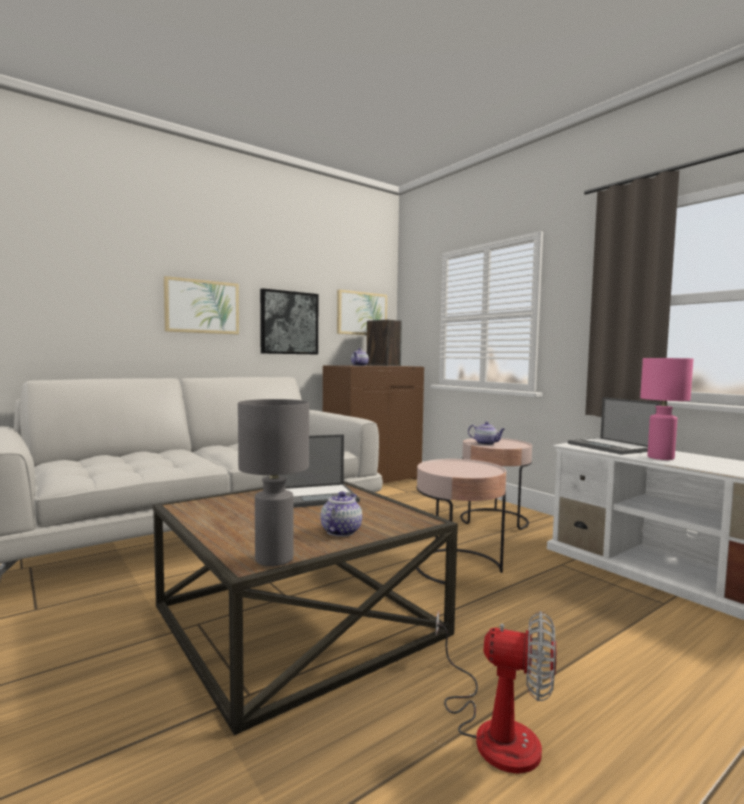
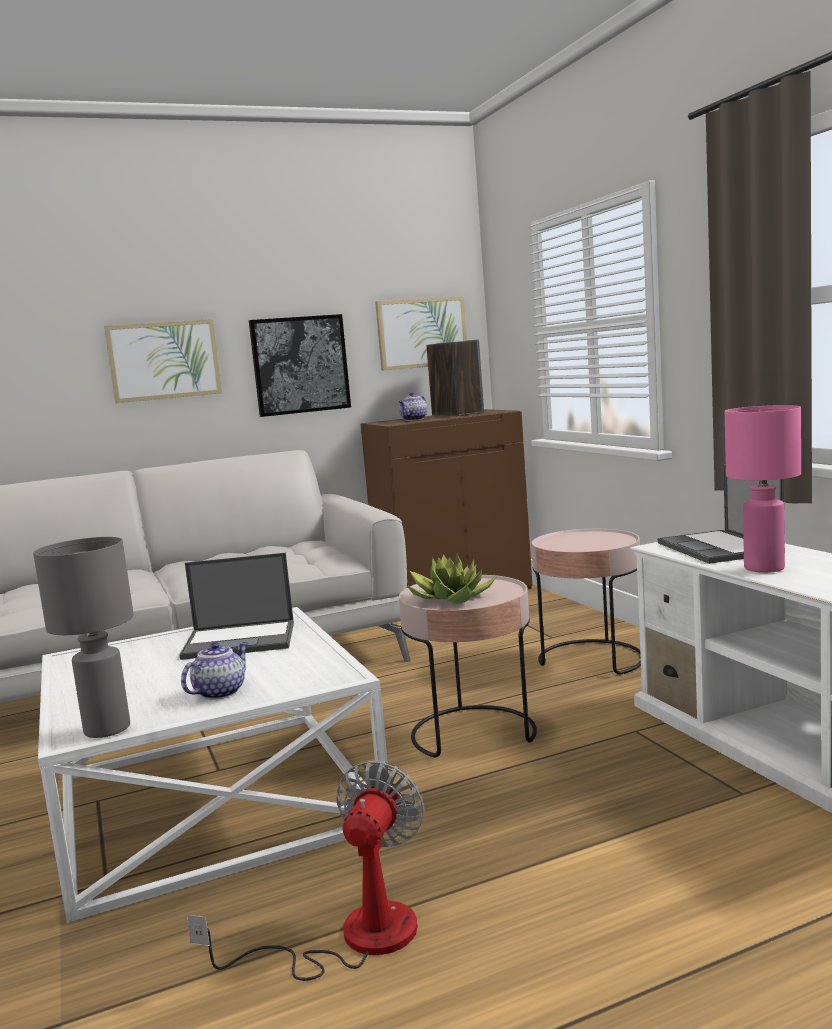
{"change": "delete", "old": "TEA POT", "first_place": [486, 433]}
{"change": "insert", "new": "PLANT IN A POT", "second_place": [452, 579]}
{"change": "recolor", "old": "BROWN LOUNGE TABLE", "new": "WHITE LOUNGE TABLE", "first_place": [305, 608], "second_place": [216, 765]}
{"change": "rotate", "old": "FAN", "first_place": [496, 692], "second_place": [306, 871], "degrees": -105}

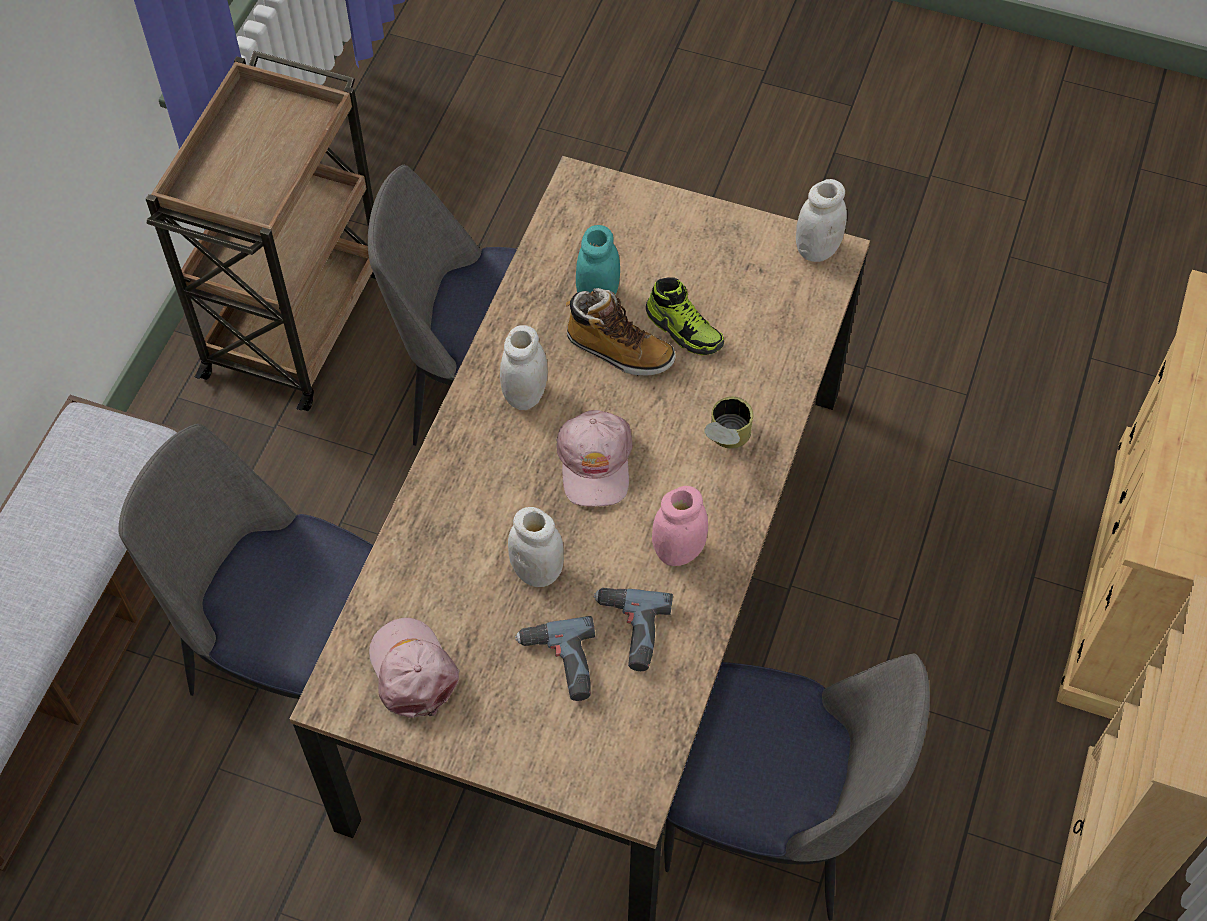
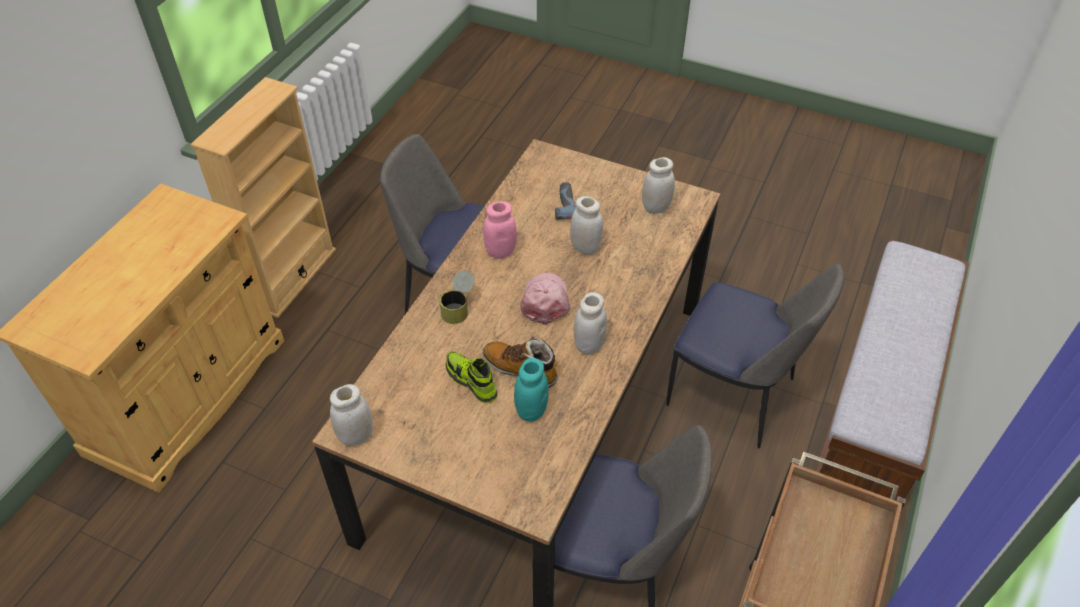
{"change": "delete", "old": "DRILL", "first_place": [633, 629]}
{"change": "replace", "old": "PINK-COLOURED PEAKED CAP", "new": "WHITE JAR", "first_place": [414, 668], "second_place": [658, 185]}

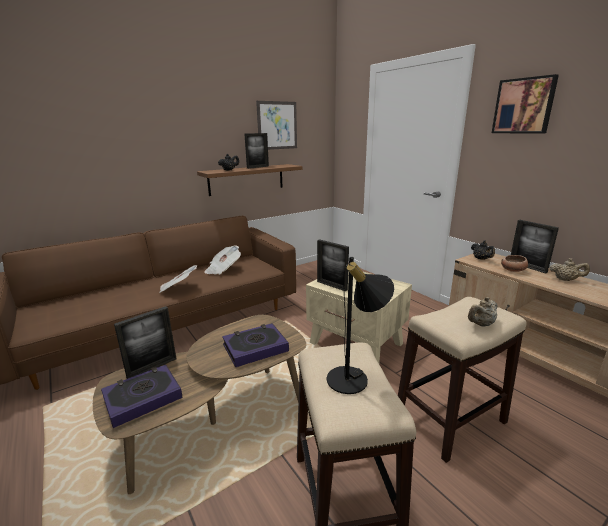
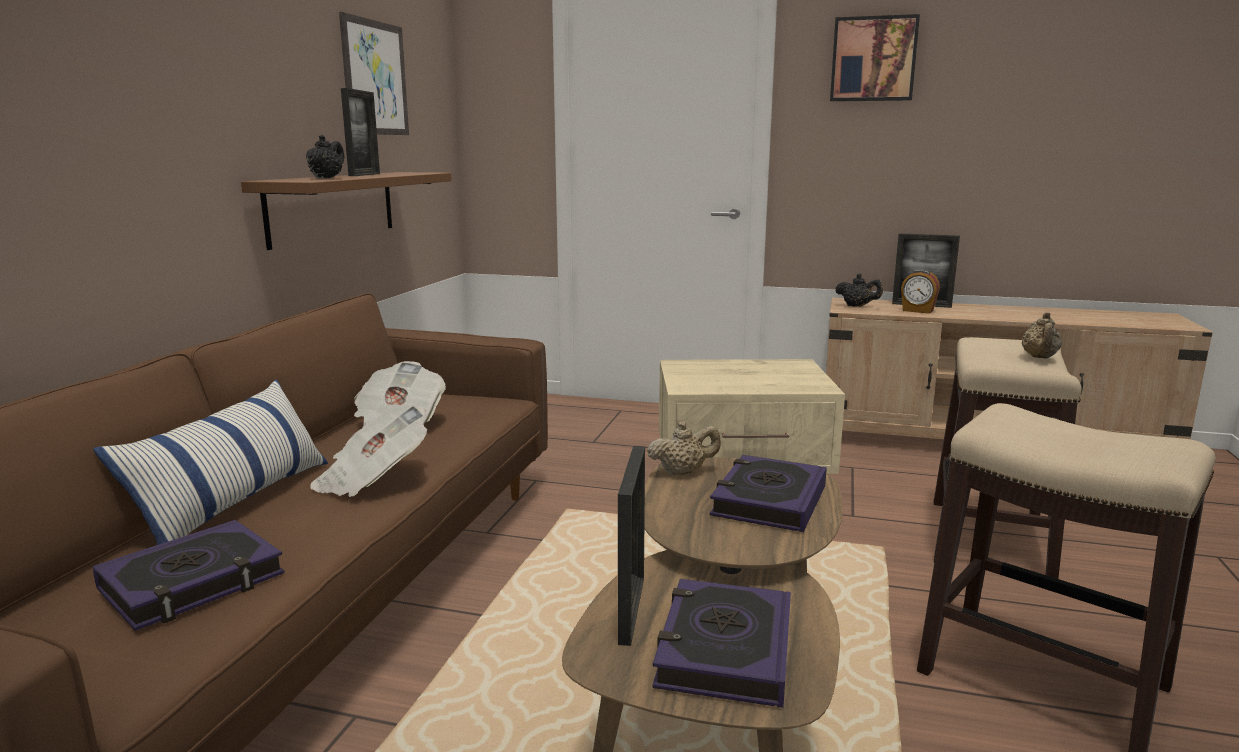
{"change": "delete", "old": "PICTURE FRAME", "first_place": [333, 265]}
{"change": "delete", "old": "BLACK LAMP FOR A TABLE", "first_place": [360, 325]}
{"change": "insert", "new": "THROW PILLOW", "second_place": [210, 462]}
{"change": "insert", "new": "BOUND BOOK", "second_place": [189, 575]}
{"change": "move", "old": "BEIGE TEA POT", "first_place": [569, 269], "second_place": [684, 448]}
{"change": "replace", "old": "BOWL", "new": "BEDSIDE CLOCK", "first_place": [514, 263], "second_place": [920, 291]}

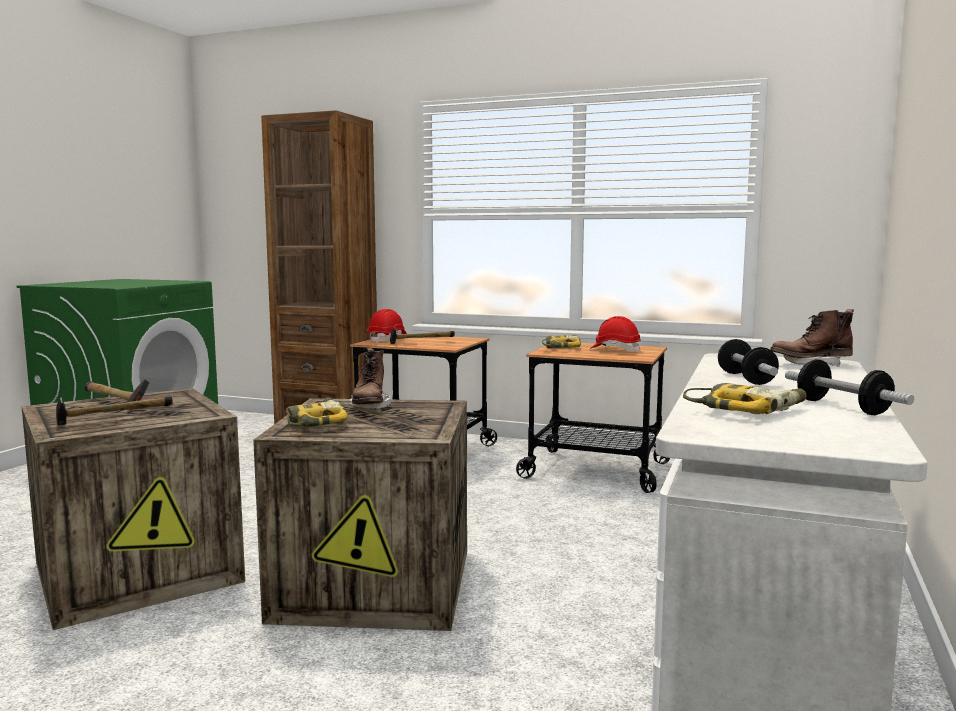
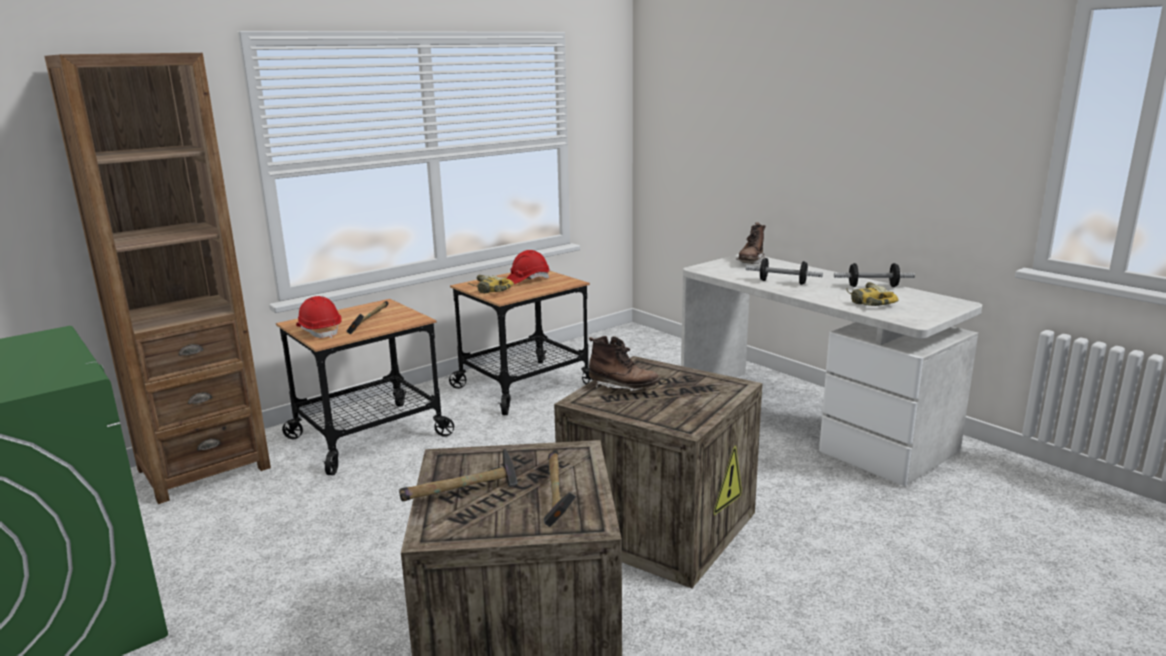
{"change": "delete", "old": "DRILL", "first_place": [317, 412]}

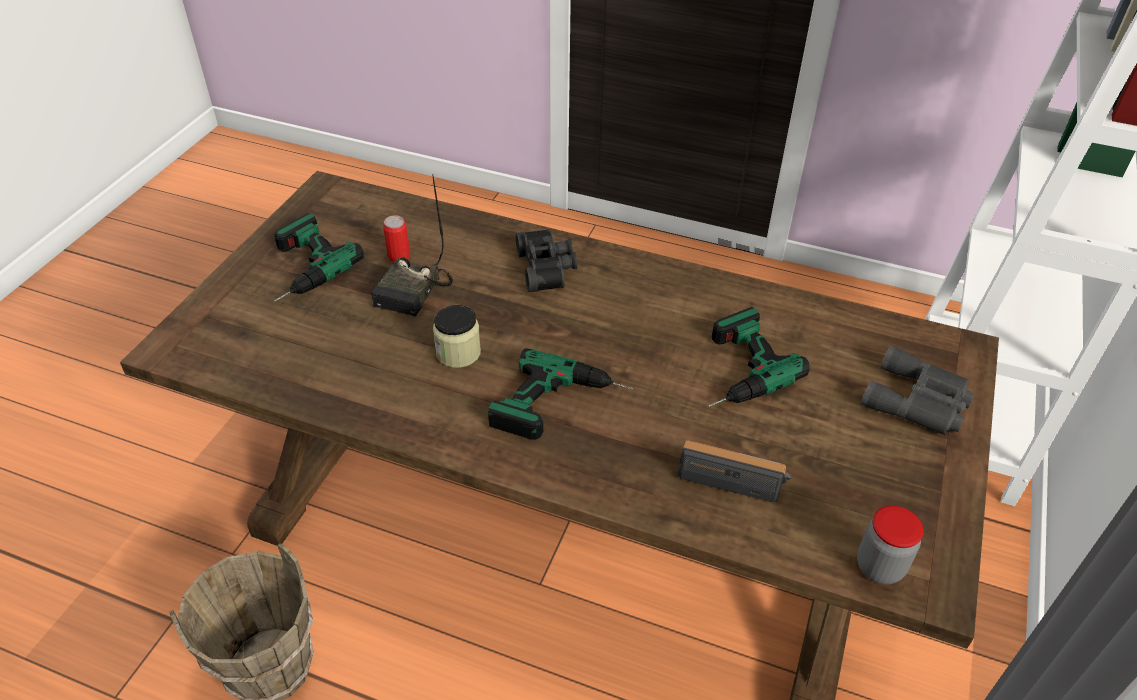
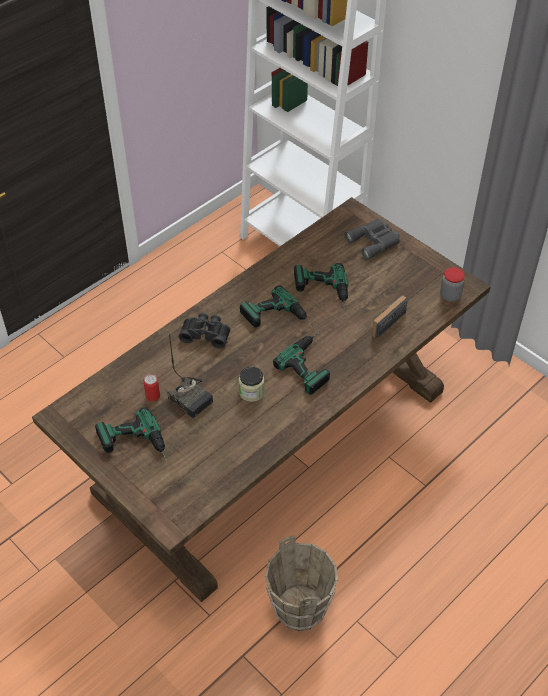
{"change": "insert", "new": "DRILL", "second_place": [276, 306]}

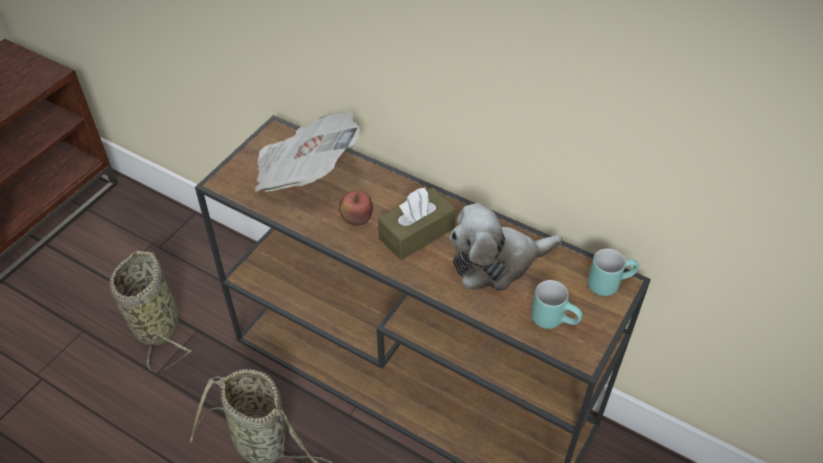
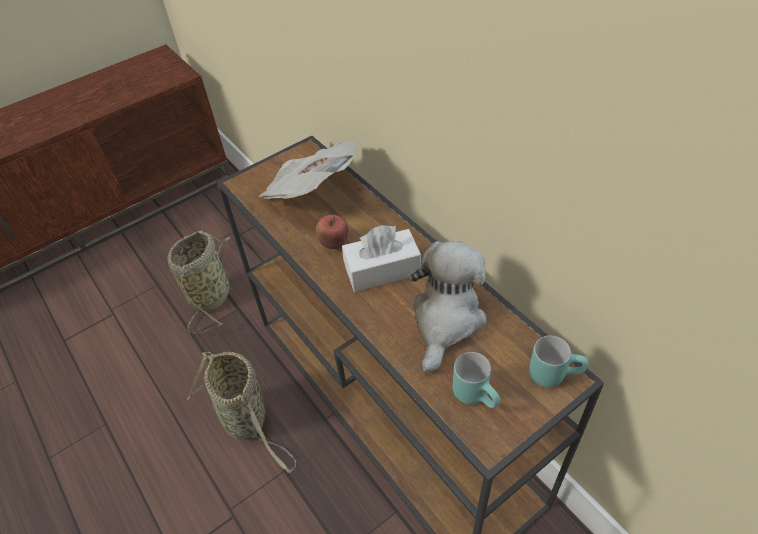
{"change": "recolor", "old": "BROWN BOX OF TISSUES", "new": "WHITE BOX OF TISSUES", "first_place": [417, 223], "second_place": [381, 258]}
{"change": "rotate", "old": "SOFT TOY", "first_place": [505, 247], "second_place": [447, 307], "degrees": 105}

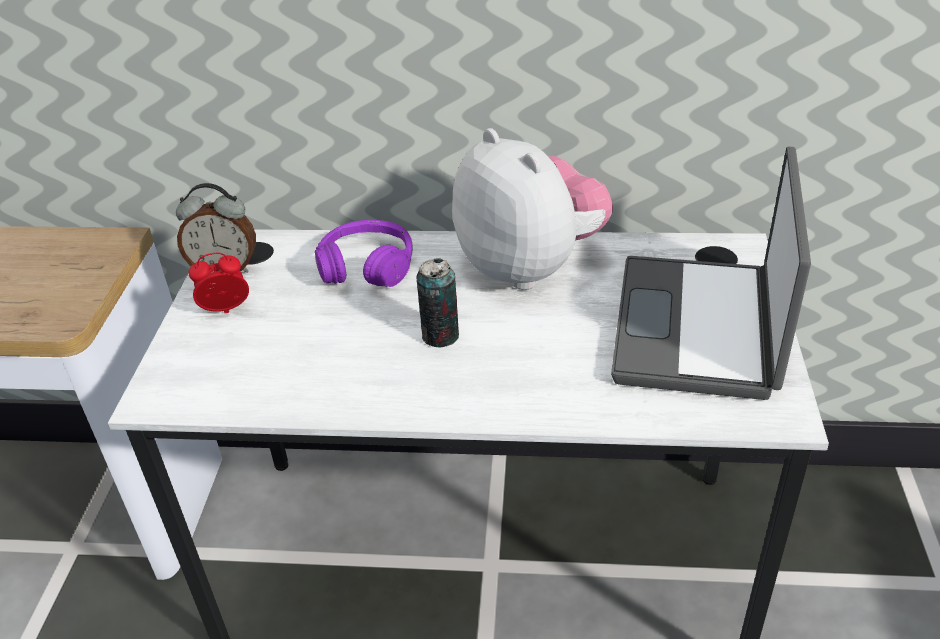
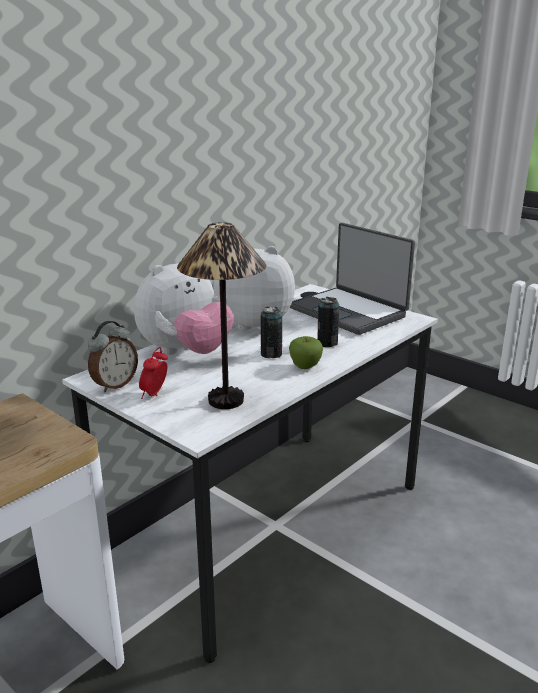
{"change": "insert", "new": "LAMP FOR A TABLE", "second_place": [221, 315]}
{"change": "insert", "new": "APPLE FRUIT", "second_place": [306, 352]}
{"change": "insert", "new": "SEALED CAN", "second_place": [328, 322]}
{"change": "replace", "old": "PURPLISH HEADSET", "new": "SOFT TOY", "first_place": [364, 253], "second_place": [184, 309]}

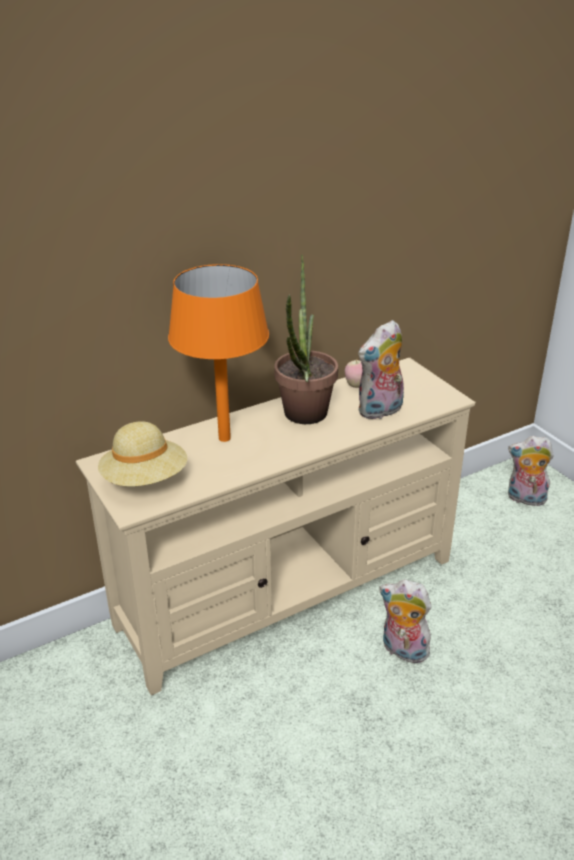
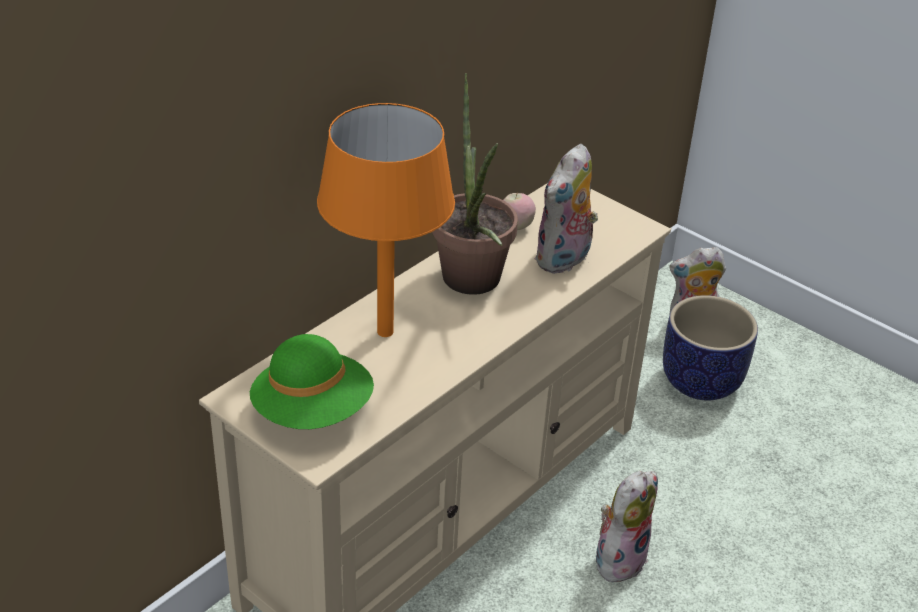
{"change": "insert", "new": "FLOWER POT", "second_place": [710, 347]}
{"change": "recolor", "old": "BEIGE CLOTHING HAT", "new": "GREEN-COLOURED CLOTHING HAT", "first_place": [142, 454], "second_place": [312, 381]}
{"change": "rotate", "old": "SOFT TOY", "first_place": [405, 621], "second_place": [627, 529], "degrees": 120}

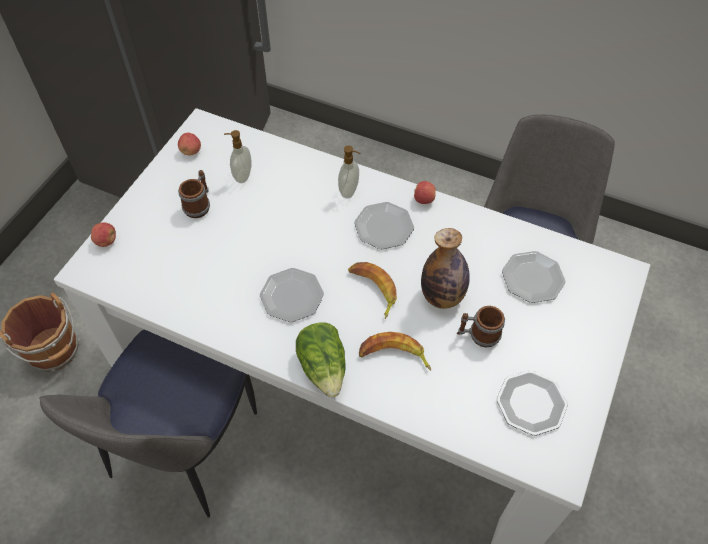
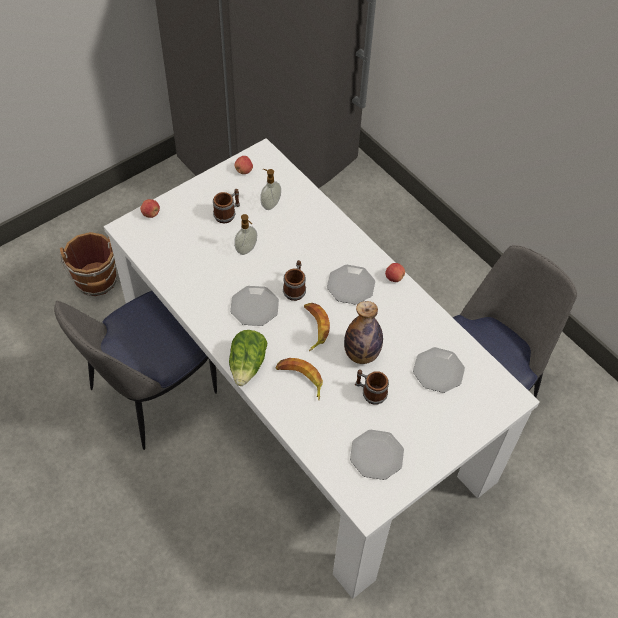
{"change": "insert", "new": "COFFEE MUG", "second_place": [294, 280]}
{"change": "move", "old": "SOAP BOTTLE", "first_place": [349, 171], "second_place": [245, 234]}

